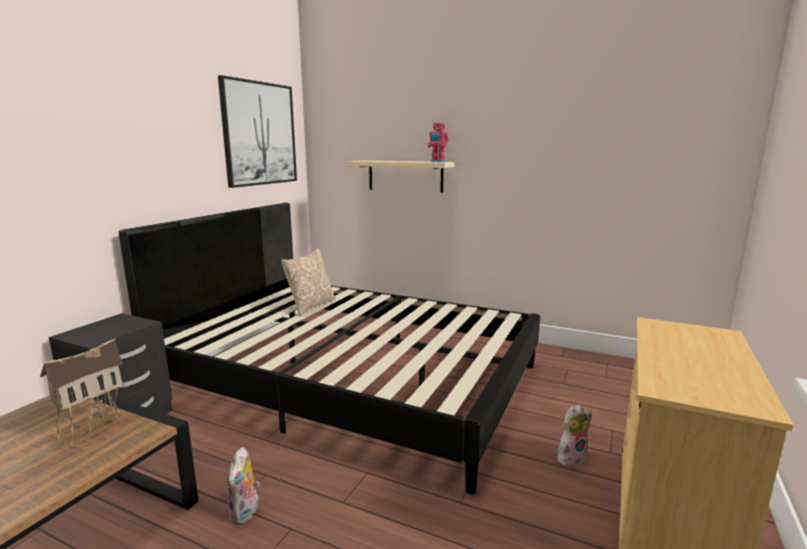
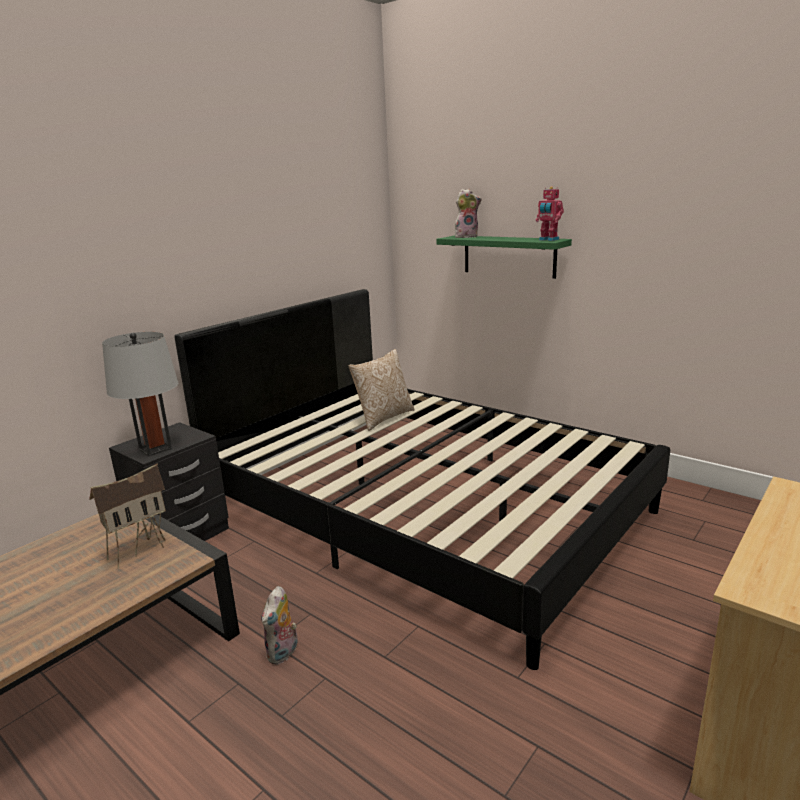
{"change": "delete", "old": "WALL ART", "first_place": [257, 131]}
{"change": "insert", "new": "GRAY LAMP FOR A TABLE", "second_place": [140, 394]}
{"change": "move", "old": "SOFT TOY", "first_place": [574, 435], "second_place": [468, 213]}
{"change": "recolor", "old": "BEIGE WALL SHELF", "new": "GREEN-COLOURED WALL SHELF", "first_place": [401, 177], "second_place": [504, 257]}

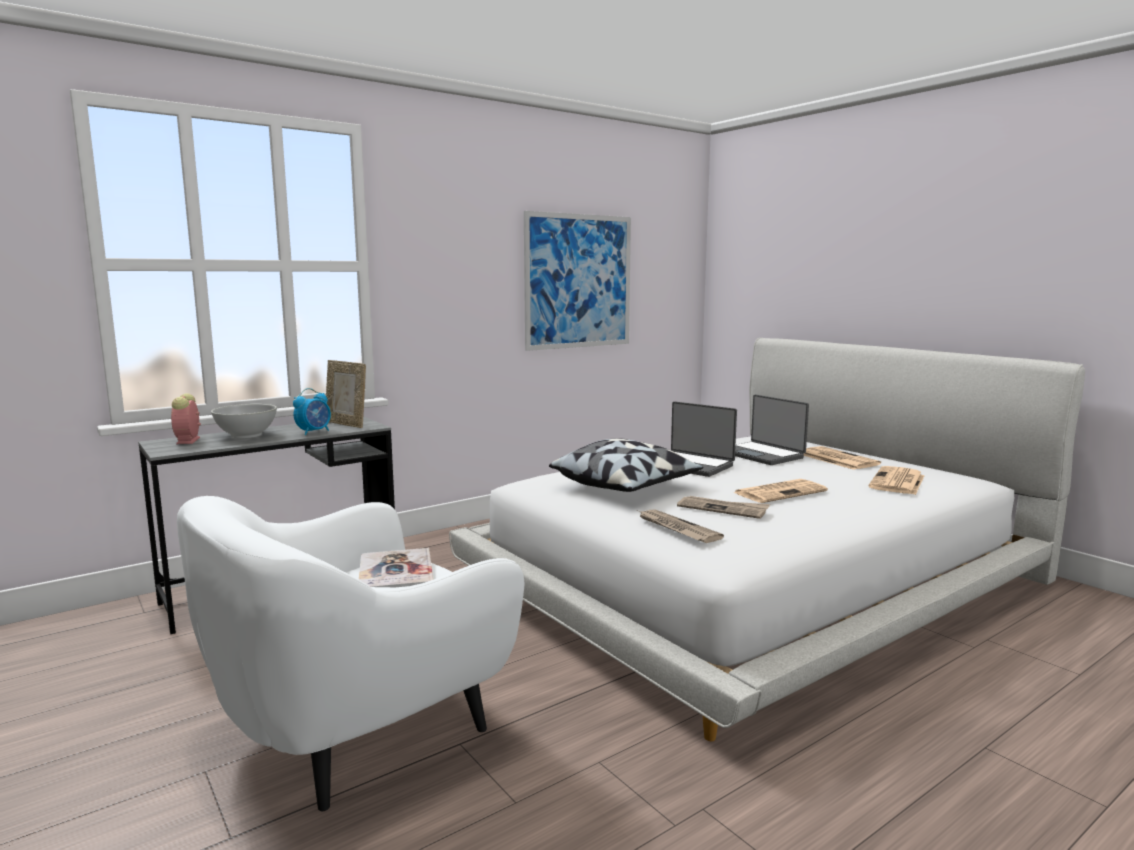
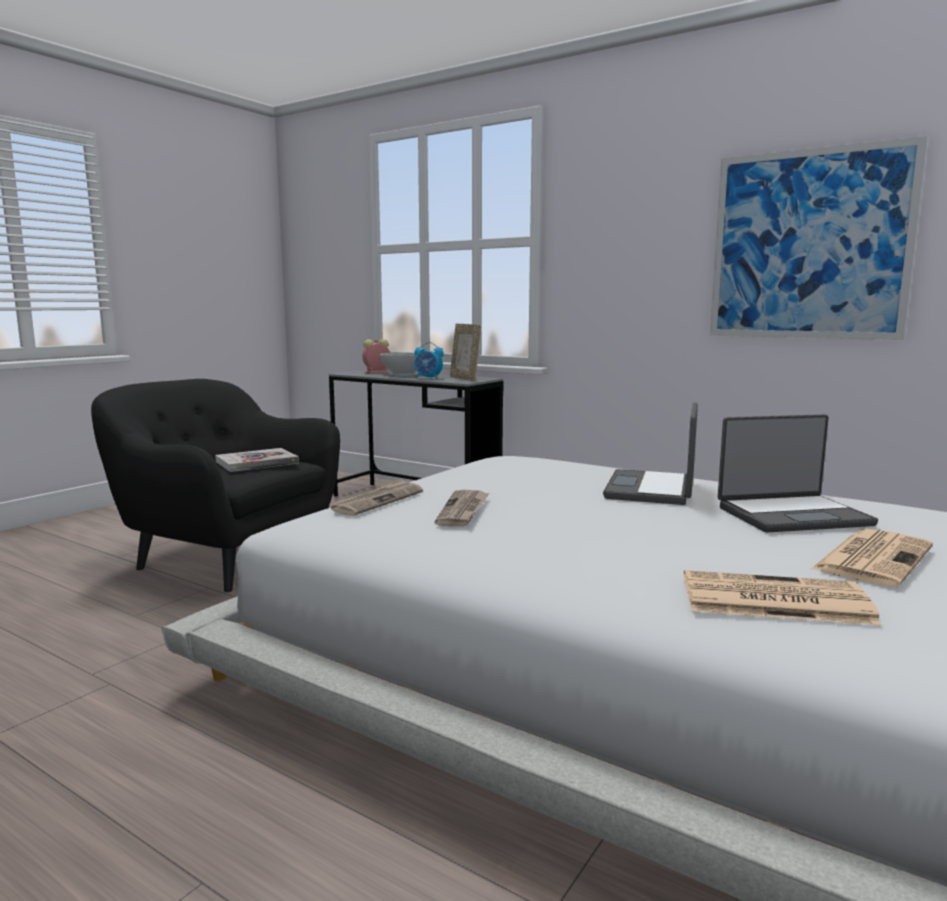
{"change": "delete", "old": "THROW PILLOW", "first_place": [626, 465]}
{"change": "delete", "old": "NEWSPAPER", "first_place": [780, 491]}
{"change": "recolor", "old": "WHITE LOUNGE CHAIR", "new": "BLACK LOUNGE CHAIR", "first_place": [350, 653], "second_place": [215, 485]}
{"change": "rotate", "old": "PICTURE FRAME", "first_place": [346, 394], "second_place": [465, 352], "degrees": -45}
{"change": "rotate", "old": "LAPTOP", "first_place": [772, 430], "second_place": [798, 473], "degrees": -135}

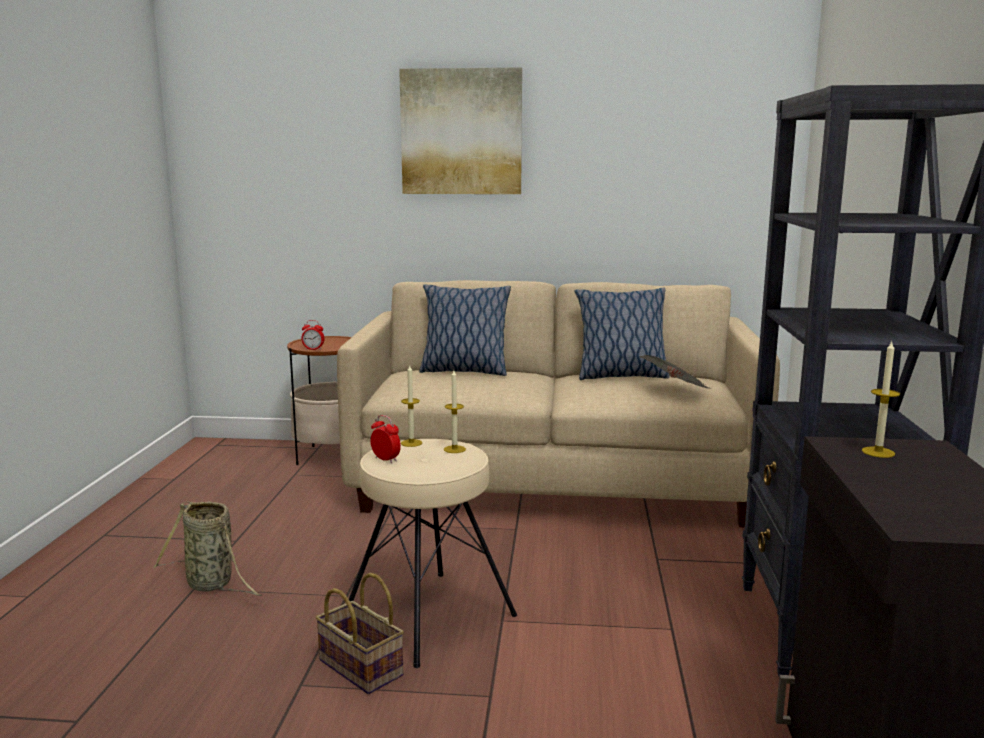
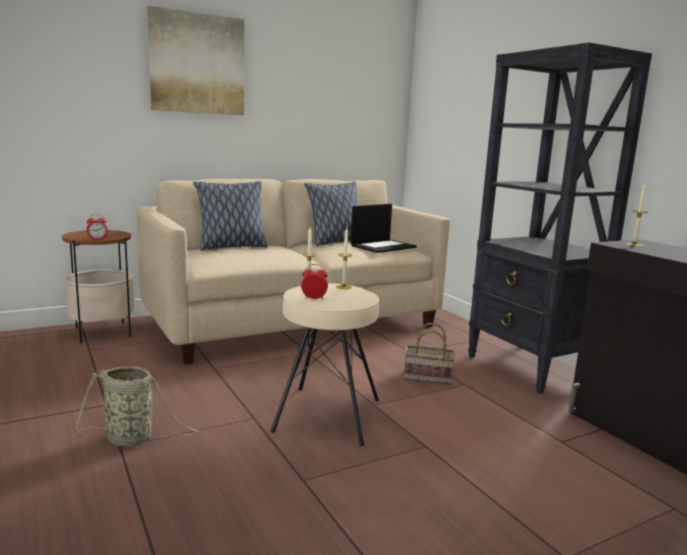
{"change": "move", "old": "BASKET", "first_place": [360, 633], "second_place": [429, 354]}
{"change": "replace", "old": "NEWSPAPER", "new": "LAPTOP", "first_place": [674, 371], "second_place": [384, 228]}

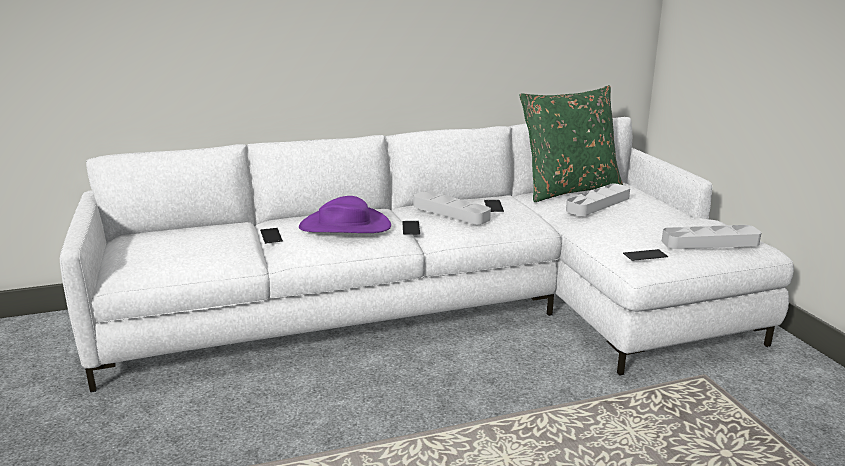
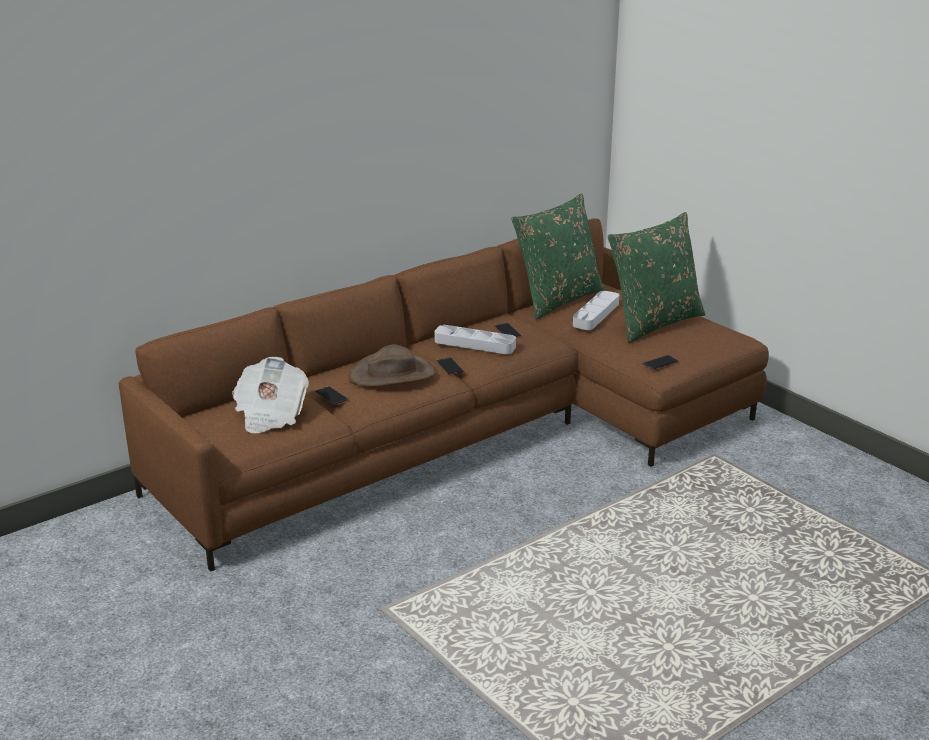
{"change": "delete", "old": "GRAY TRAY", "first_place": [712, 237]}
{"change": "insert", "new": "NEWSPAPER", "second_place": [270, 395]}
{"change": "insert", "new": "GREEN-COLOURED THROW PILLOW", "second_place": [657, 277]}
{"change": "recolor", "old": "WHITE SOFA", "new": "BROWN SOFA", "first_place": [427, 254], "second_place": [444, 395]}
{"change": "recolor", "old": "PURPLISH CLOTHING HAT", "new": "BROWN CLOTHING HAT", "first_place": [345, 214], "second_place": [392, 365]}

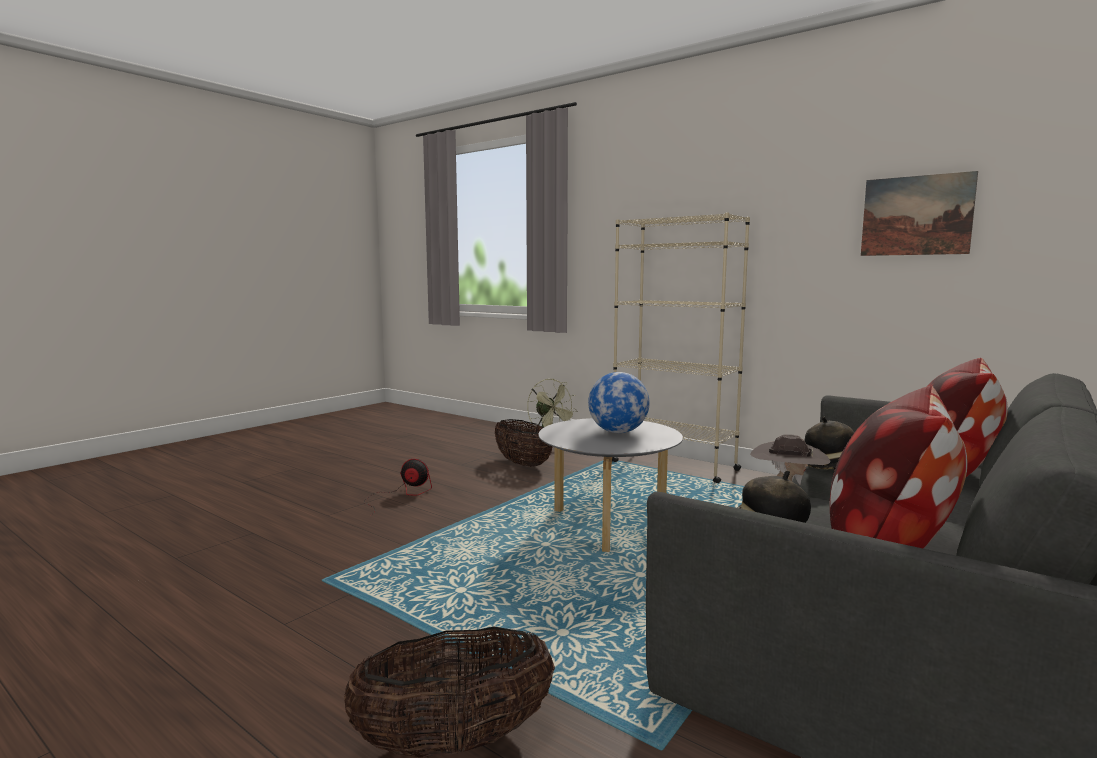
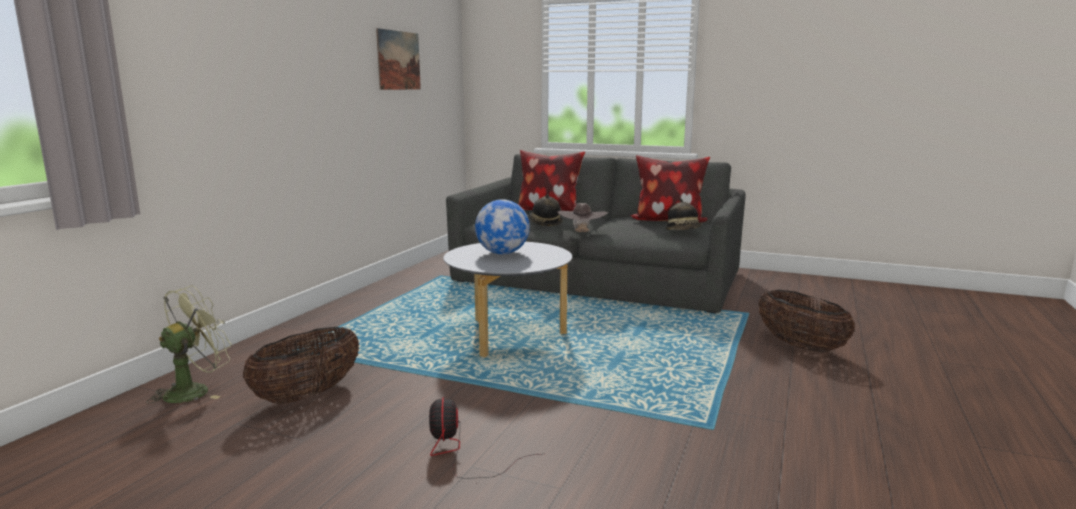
{"change": "delete", "old": "BEIGE BOOKSHELF", "first_place": [681, 348]}

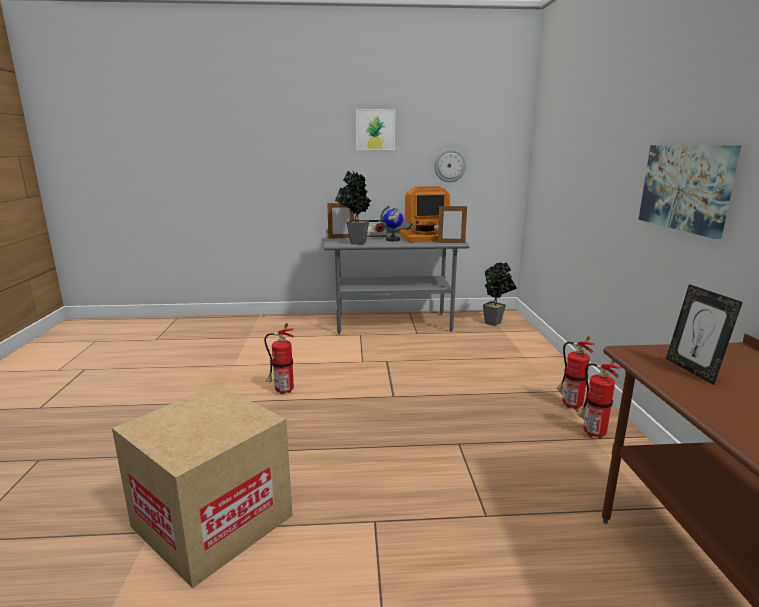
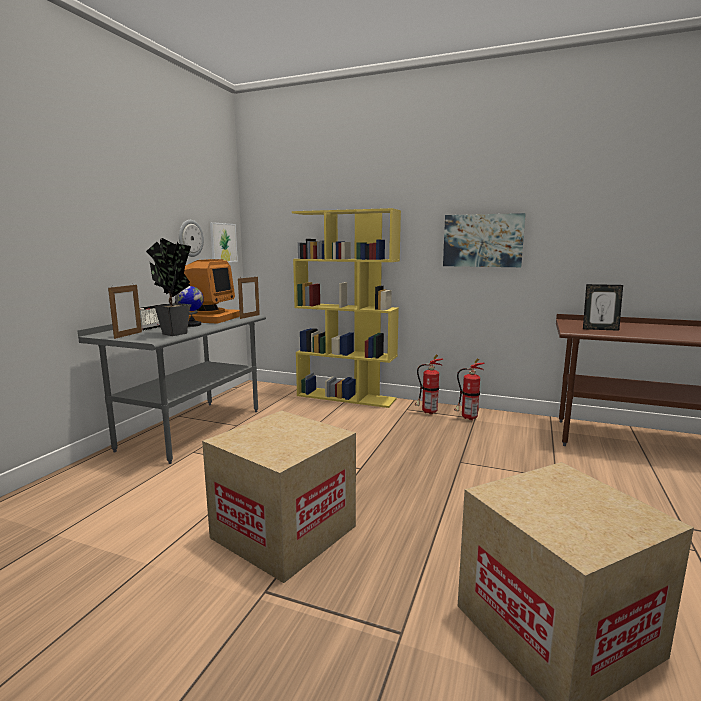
{"change": "delete", "old": "PLANT IN A POT", "first_place": [500, 294]}
{"change": "insert", "new": "YELLOW BOOKSHELF", "second_place": [346, 308]}
{"change": "move", "old": "WALL ART", "first_place": [375, 129], "second_place": [224, 242]}
{"change": "replace", "old": "FIRE-FIGHTING CYLINDER", "new": "CARDBOARD BOX", "first_place": [279, 358], "second_place": [279, 496]}

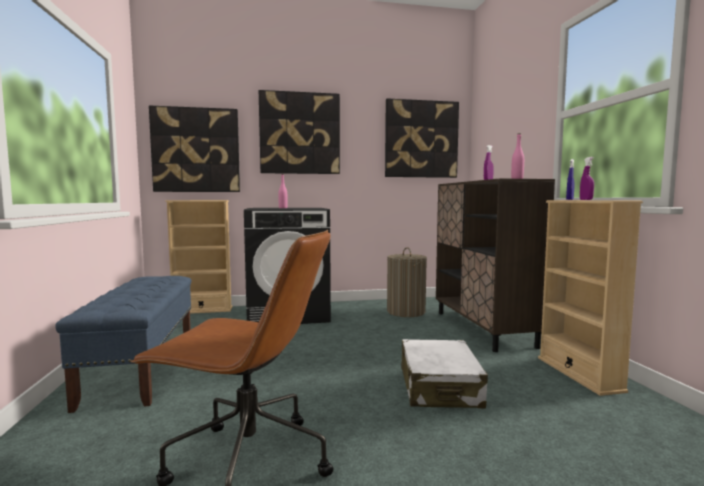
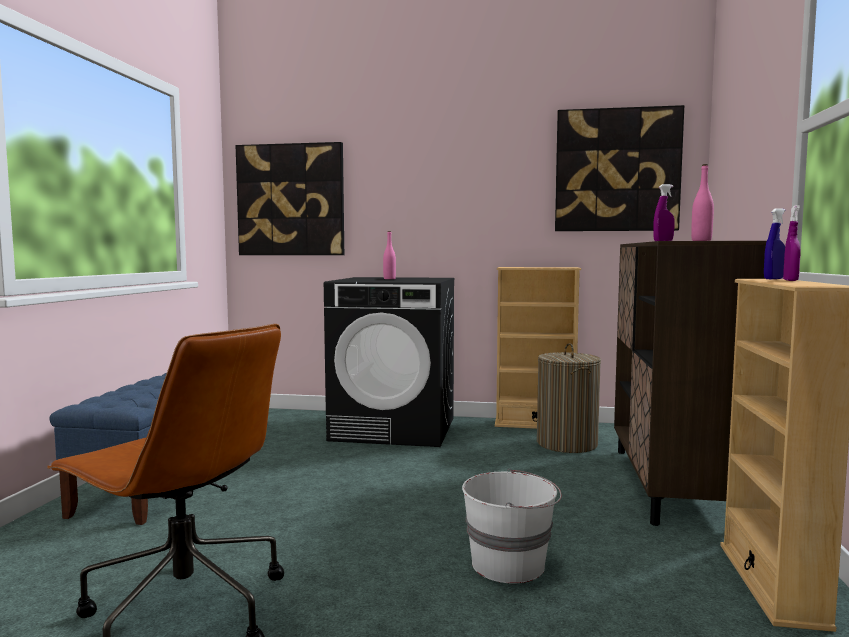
{"change": "delete", "old": "WALL ART", "first_place": [299, 132]}
{"change": "move", "old": "BEIGE BOOKSHELF", "first_place": [198, 257], "second_place": [538, 348]}
{"change": "replace", "old": "WHITE TRAVEL CASE", "new": "WHITE BUCKET", "first_place": [444, 373], "second_place": [512, 526]}

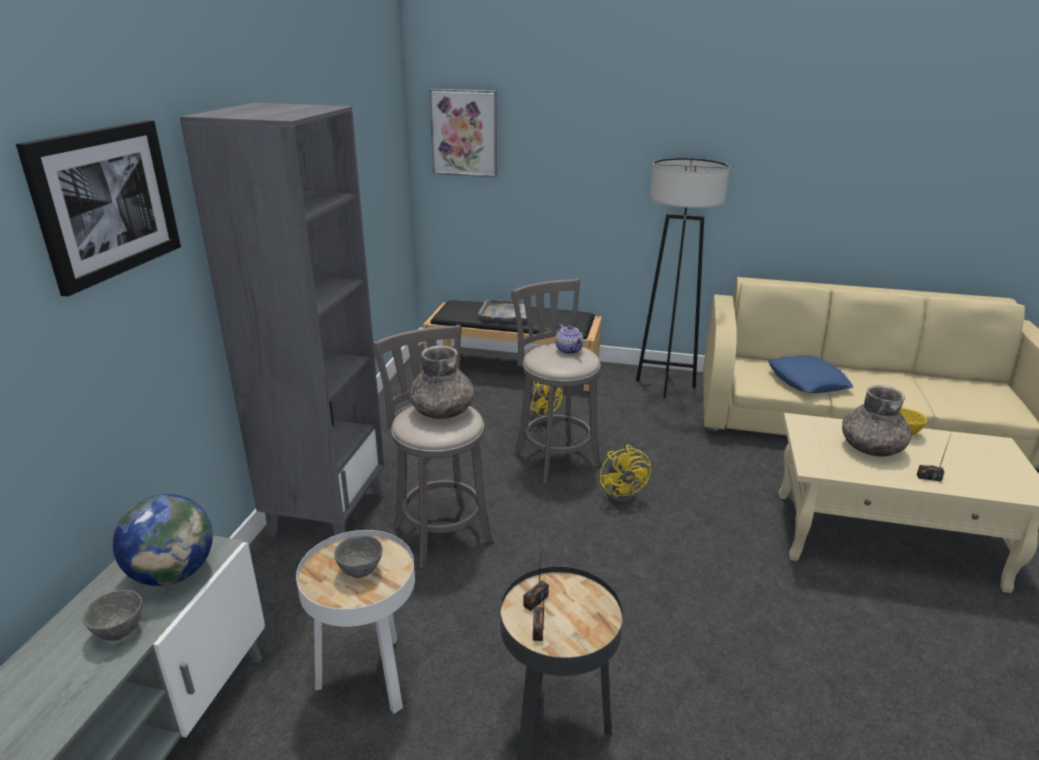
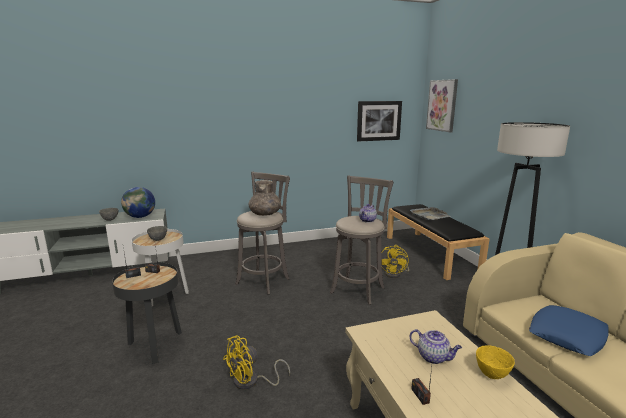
{"change": "delete", "old": "GRAY BOOKSHELF", "first_place": [282, 320]}
{"change": "move", "old": "WALL ART", "first_place": [98, 208], "second_place": [379, 121]}
{"change": "move", "old": "YELLOW FAN", "first_place": [625, 474], "second_place": [256, 363]}
{"change": "replace", "old": "GRAY VASE", "new": "TEA POT", "first_place": [877, 420], "second_place": [436, 346]}

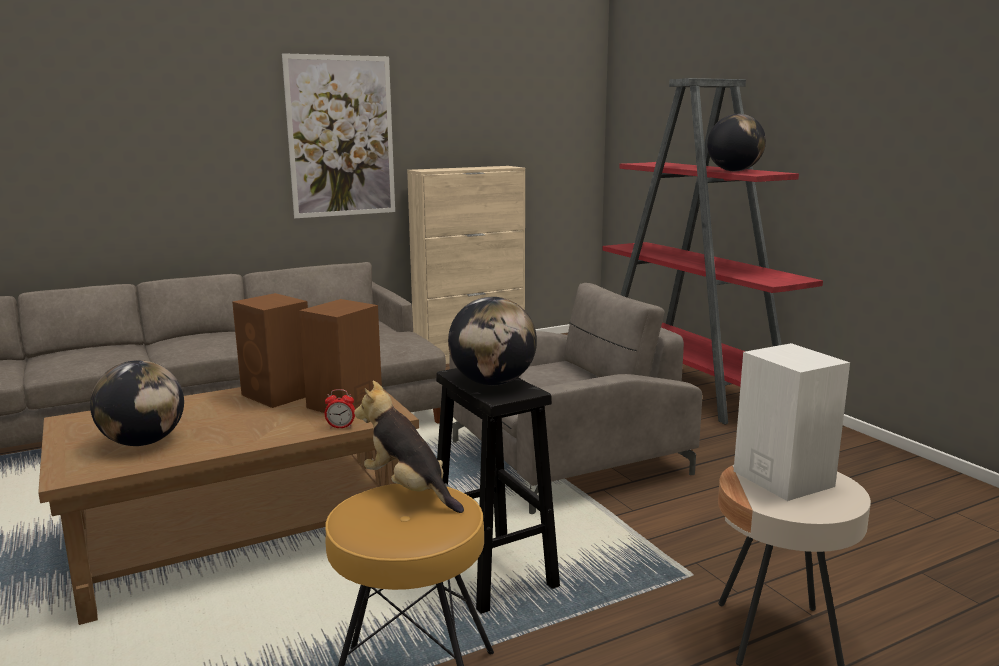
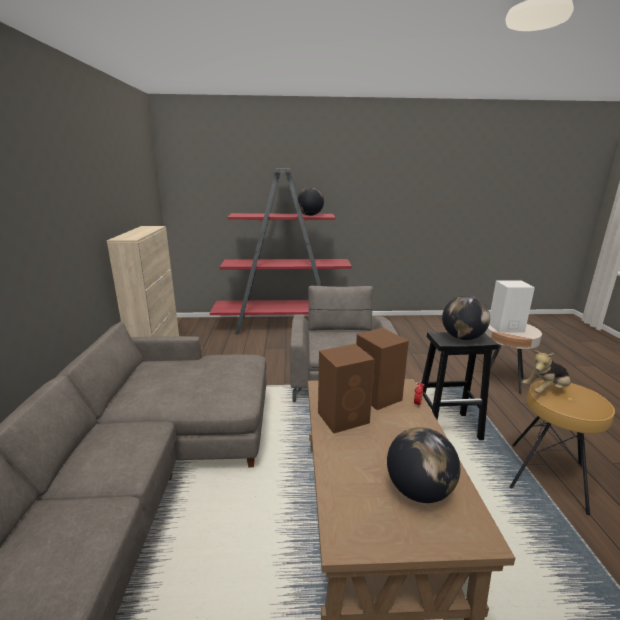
{"change": "delete", "old": "WALL ART", "first_place": [338, 135]}

